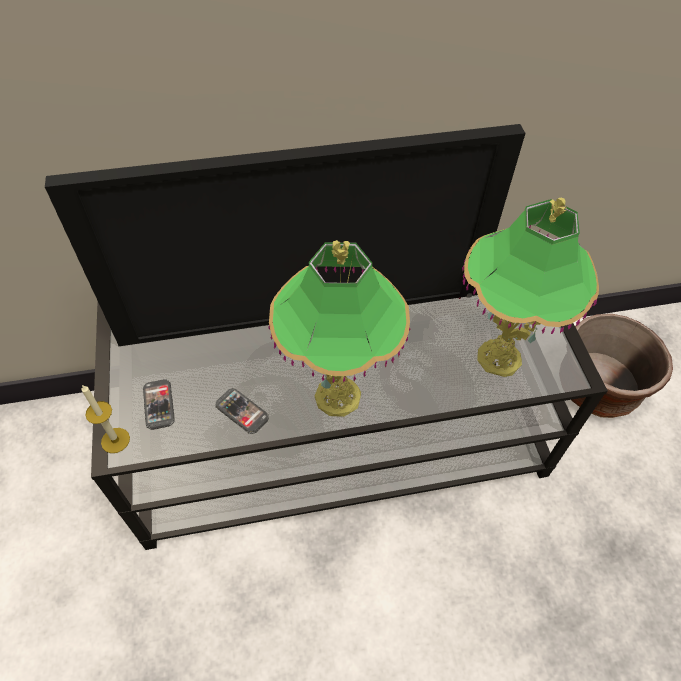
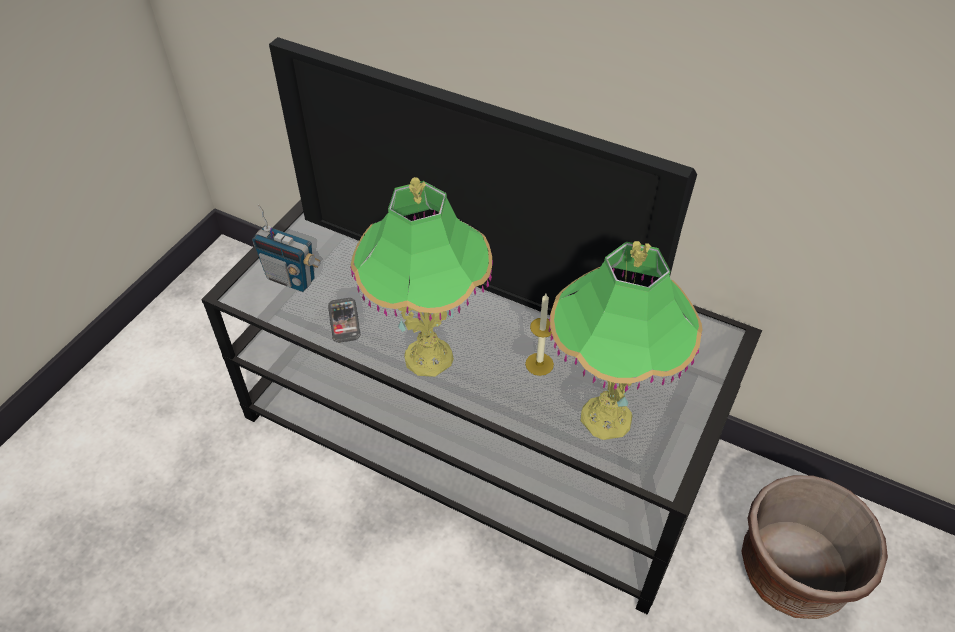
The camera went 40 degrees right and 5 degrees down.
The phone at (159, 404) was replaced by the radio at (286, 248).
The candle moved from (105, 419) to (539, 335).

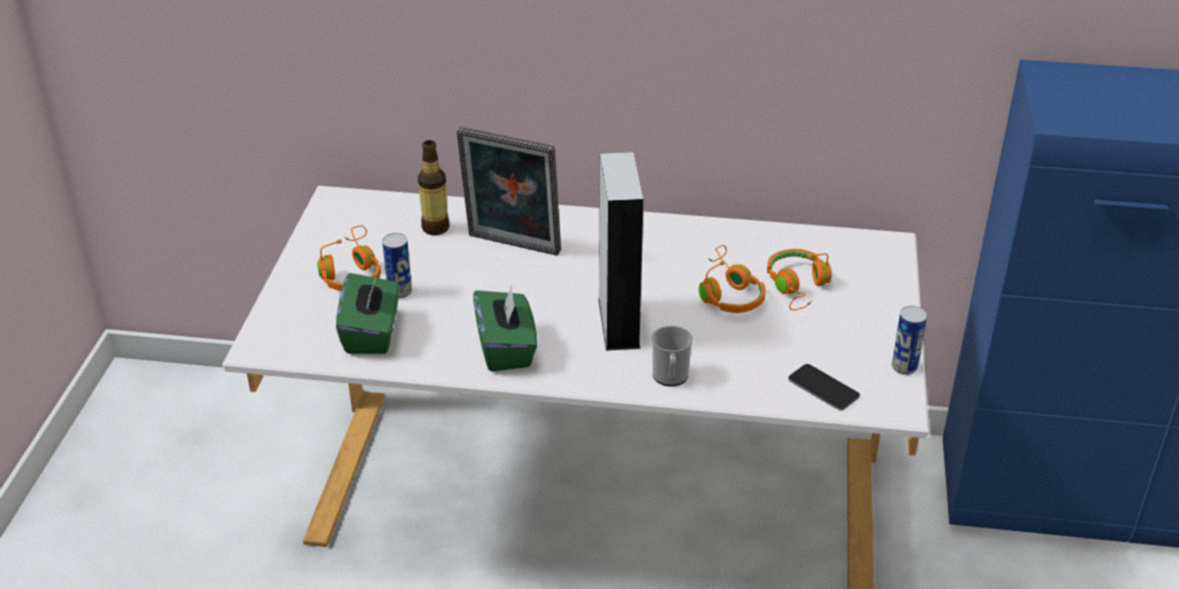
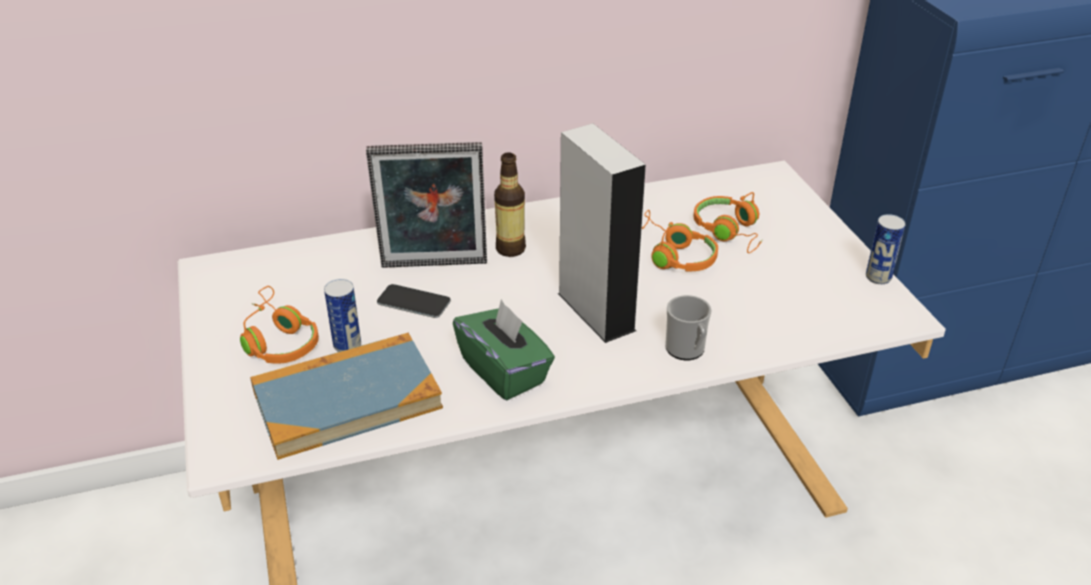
The camera went 25 degrees left and 0 degrees up.
The bottle moved from (434, 187) to (510, 204).
The tissue box (green) at (367, 313) was replaced by the book at (346, 396).
The phone moved from (824, 387) to (414, 301).

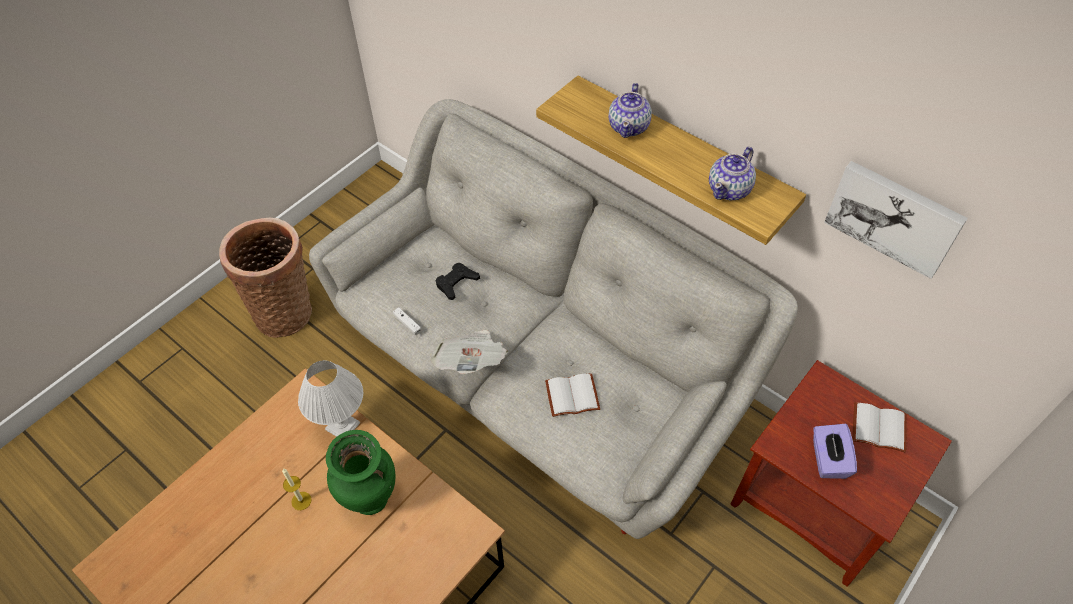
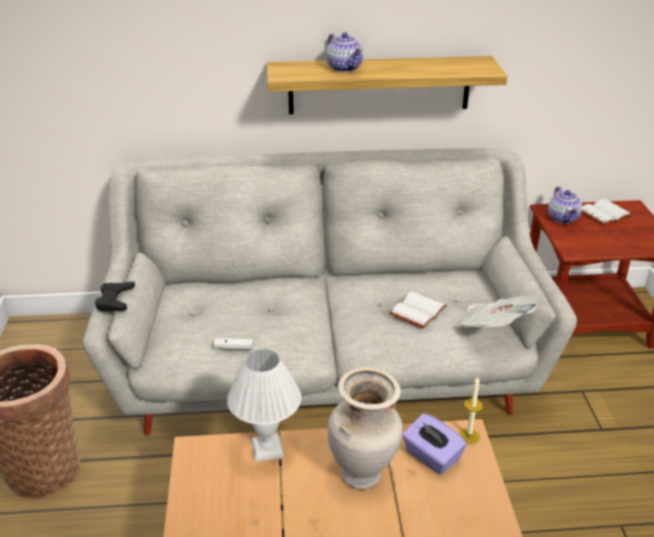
The camera went 45 degrees left and 20 degrees down.
The teapot moved from (732, 173) to (565, 205).
The picture at (896, 220) disappeared.
The game controller (black) moved from (458, 281) to (115, 296).
The newspaper moved from (469, 352) to (497, 311).
The tissue box (purple) moved from (835, 451) to (434, 444).
The vase (green) at (360, 472) became the vase (beige) at (365, 428).
The candle moved from (297, 489) to (471, 410).

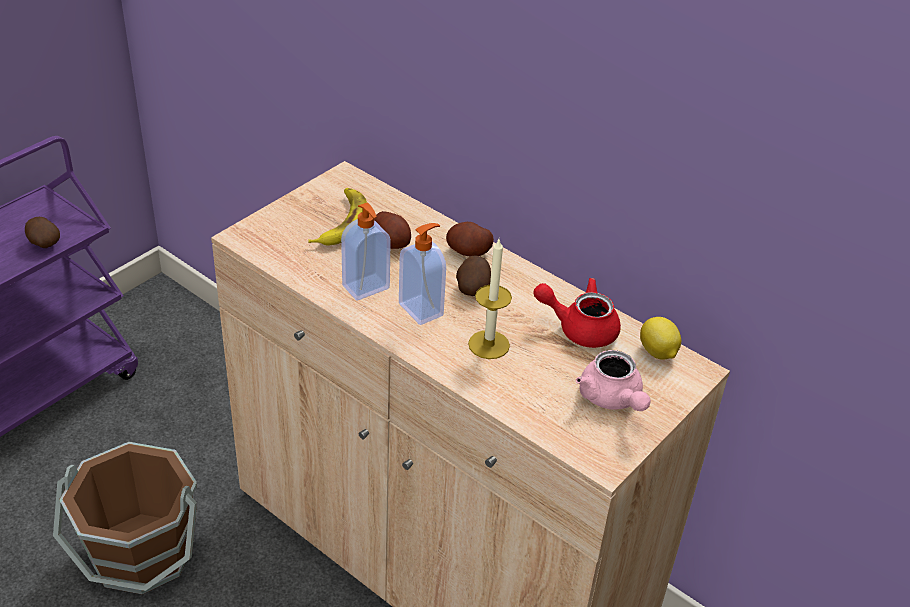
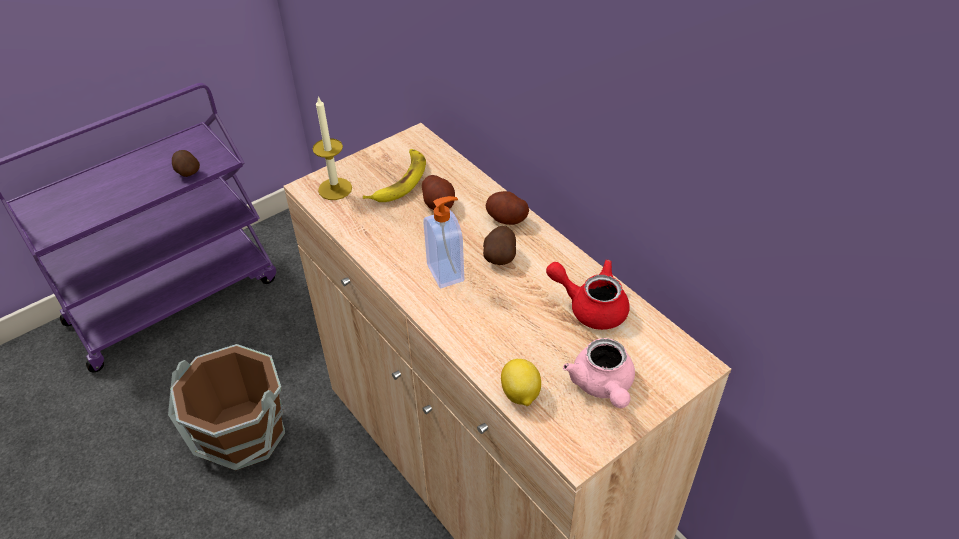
The camera went 15 degrees right and 5 degrees up.
The soap dispenser at (366, 251) disappeared.
The candle moved from (490, 299) to (332, 148).
The lemon moved from (660, 338) to (521, 382).

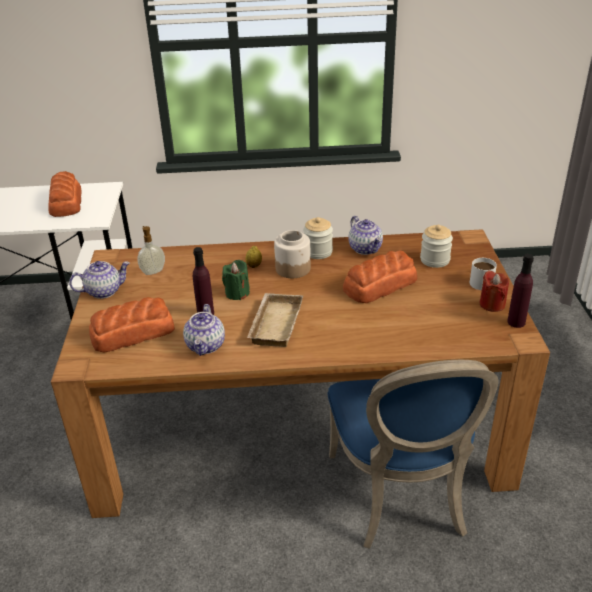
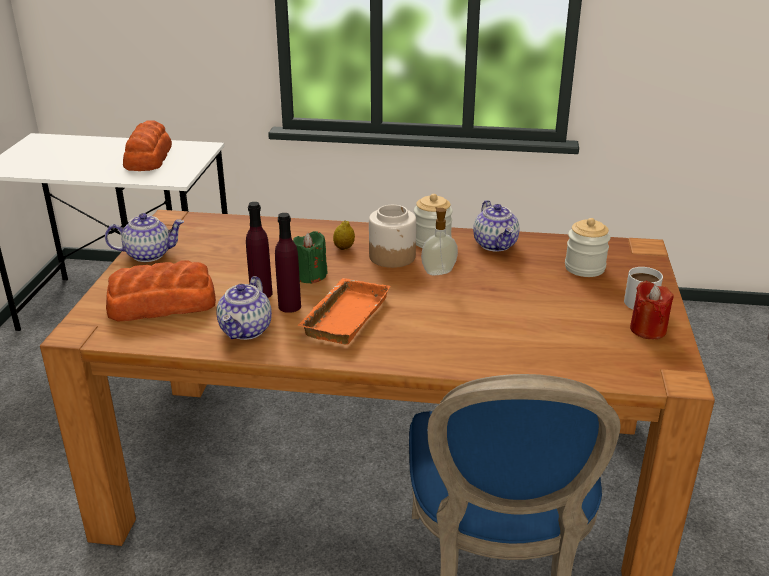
The camera went 10 degrees right and 5 degrees down.
The soap dispenser moved from (151, 250) to (439, 241).
The bread at (380, 276) disappeared.
The bottle (purple) moved from (520, 291) to (288, 263).
The tray (beige) at (275, 320) became the tray (orange) at (344, 311).

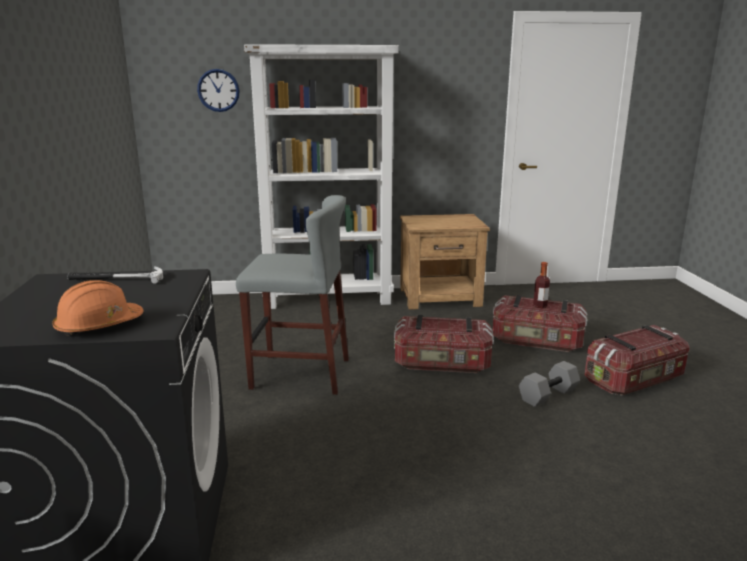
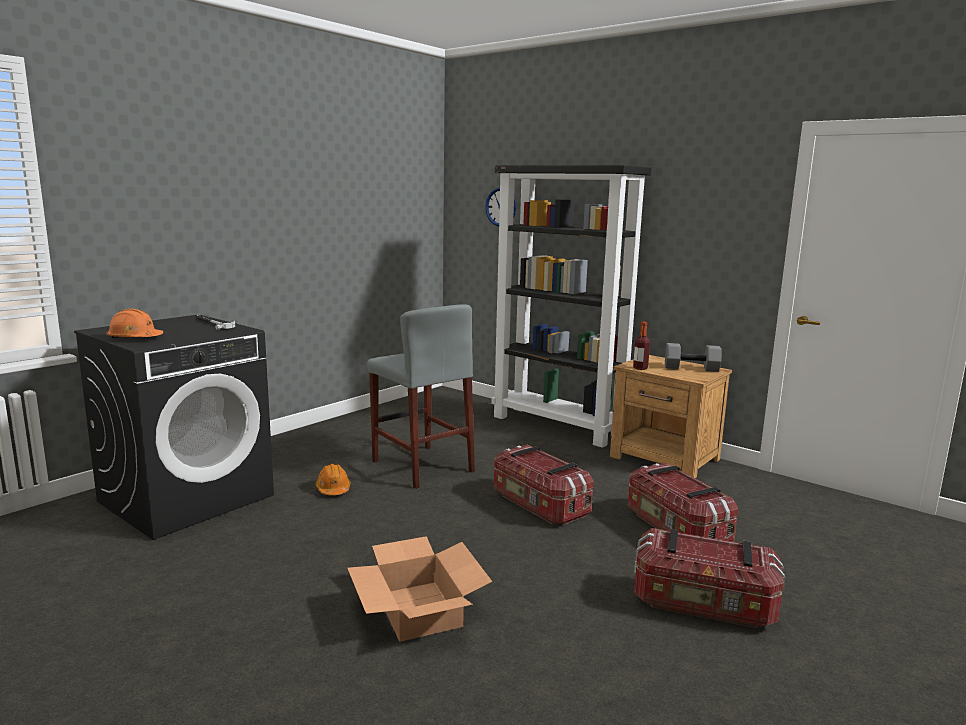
The camera went 45 degrees right and 5 degrees down.
The bookcase (white) at (321, 176) became the bookcase (black) at (571, 306).
The bottle moved from (541, 285) to (641, 346).
The dumbbell (grey) moved from (549, 384) to (693, 357).
The hard hat (orange) at (333, 479) appeared.
The cardboard box at (419, 589) appeared.

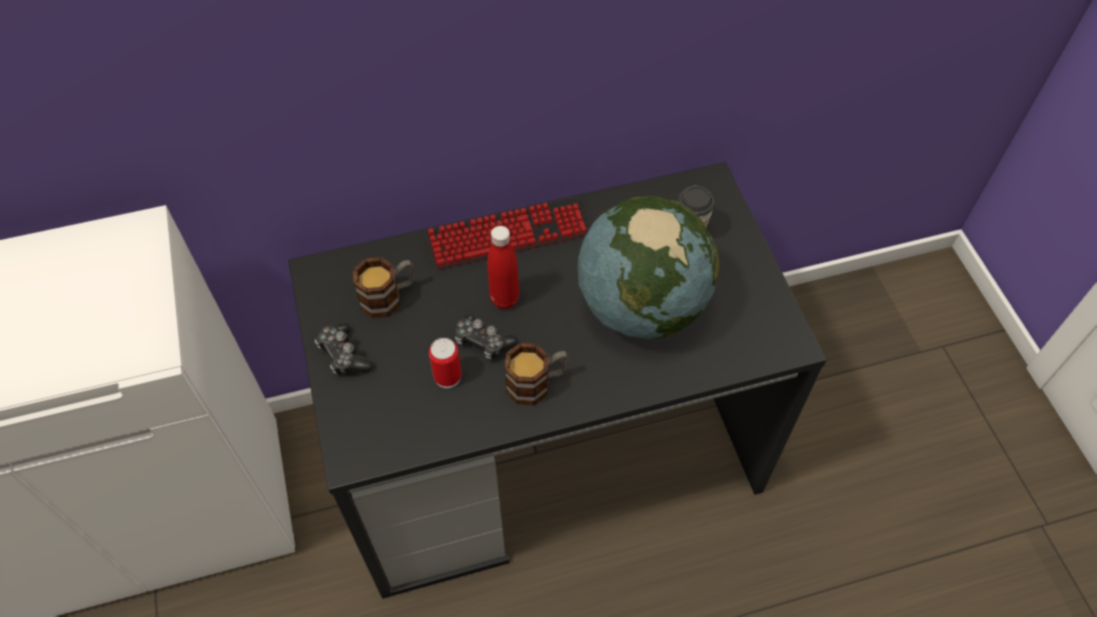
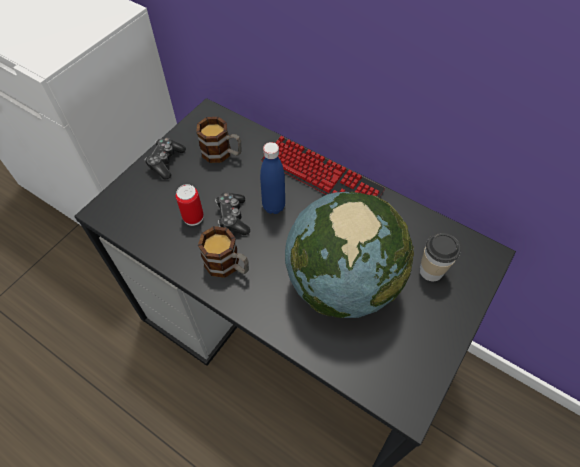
The camera went 50 degrees right and 0 degrees up.
The bottle (red) at (503, 267) became the bottle (blue) at (272, 178).

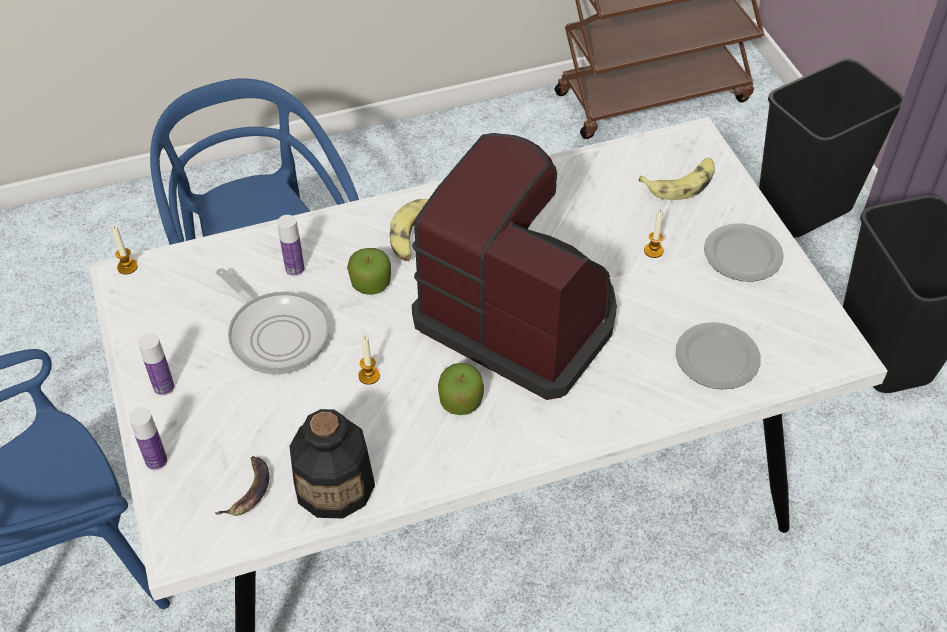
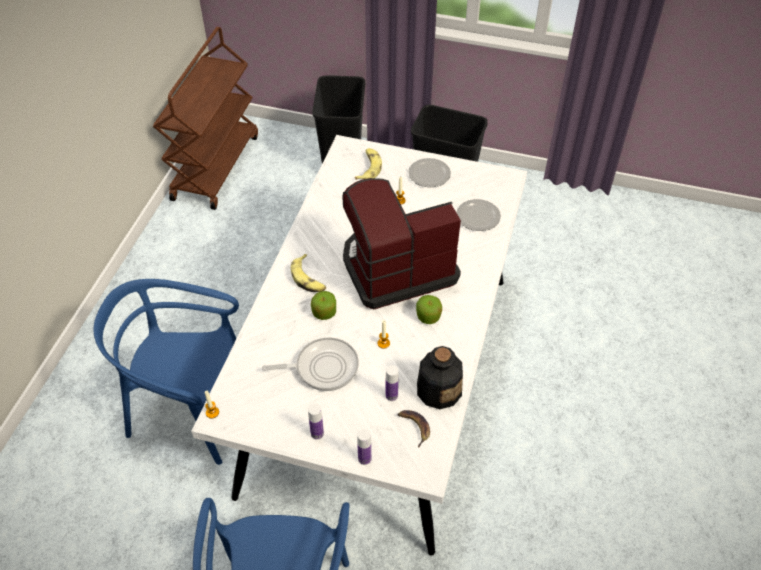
The camera went 55 degrees left and 0 degrees up.
The bottle moved from (291, 245) to (392, 383).

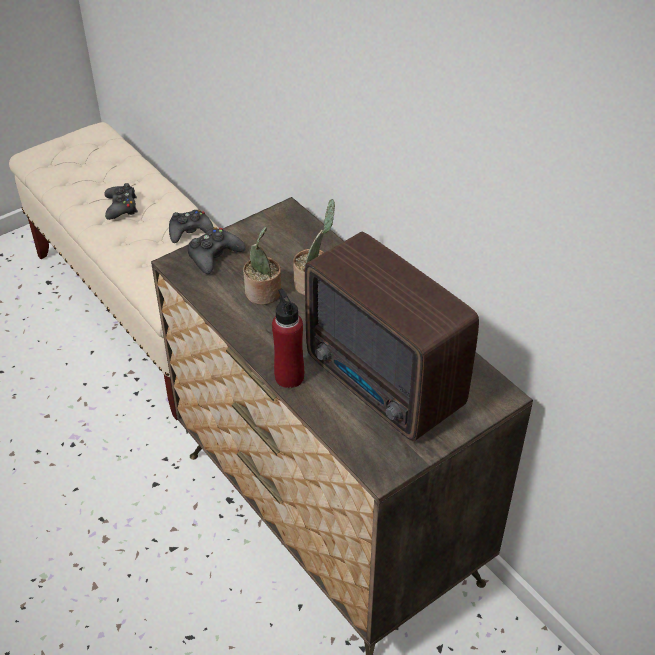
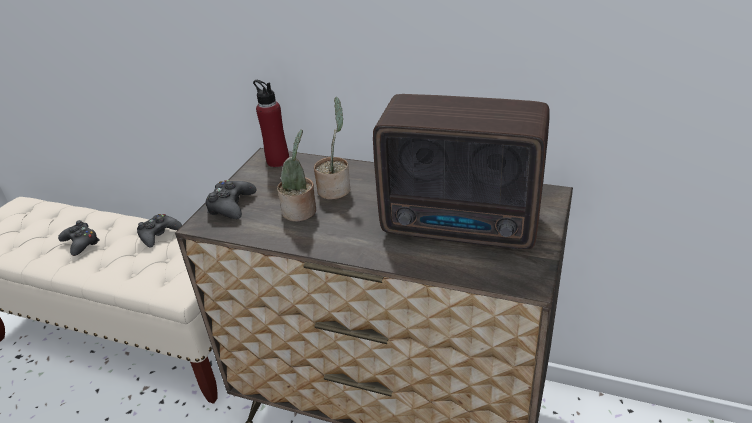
The camera went 30 degrees left and 10 degrees down.
The bottle (red) moved from (288, 338) to (271, 123).

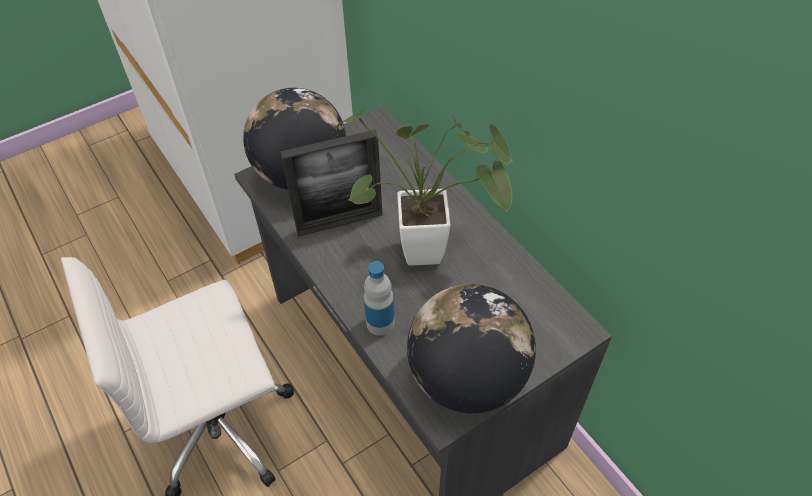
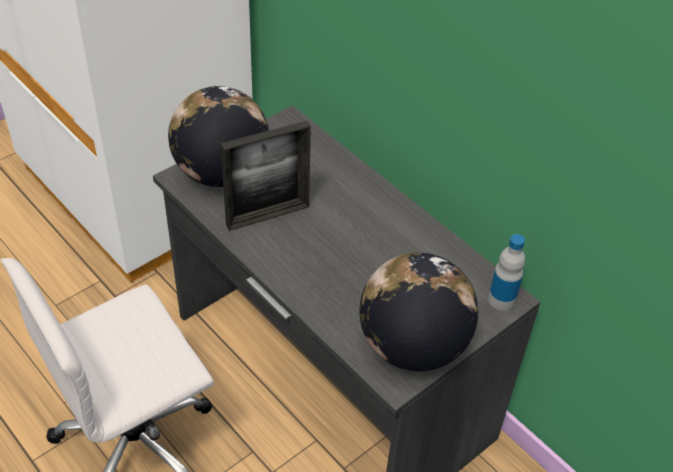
The camera went 10 degrees left and 5 degrees down.
The potted plant at (424, 187) disappeared.
The bottle moved from (379, 298) to (506, 272).

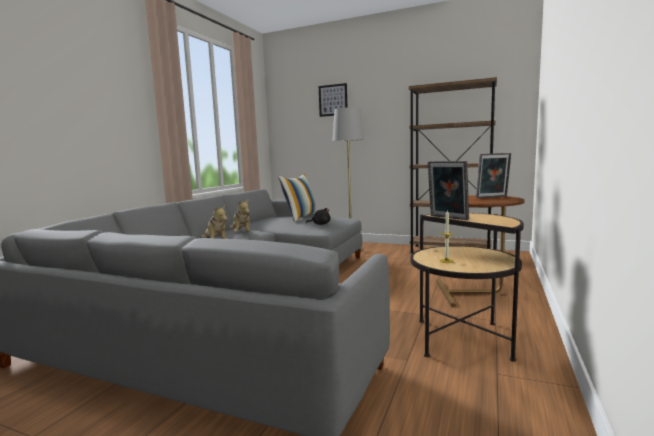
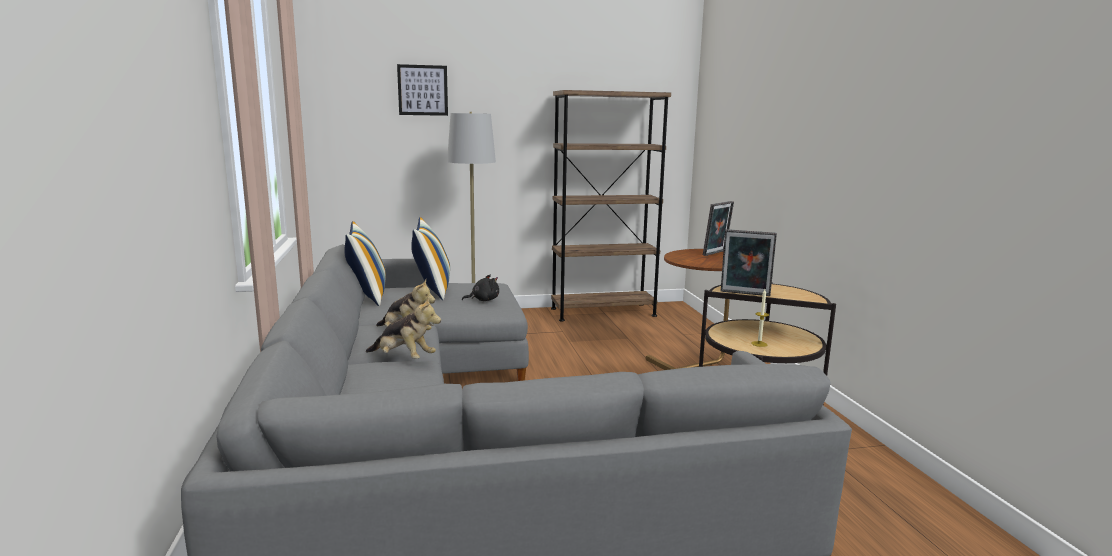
The camera went 35 degrees left and 5 degrees up.
The pillow at (365, 263) appeared.

